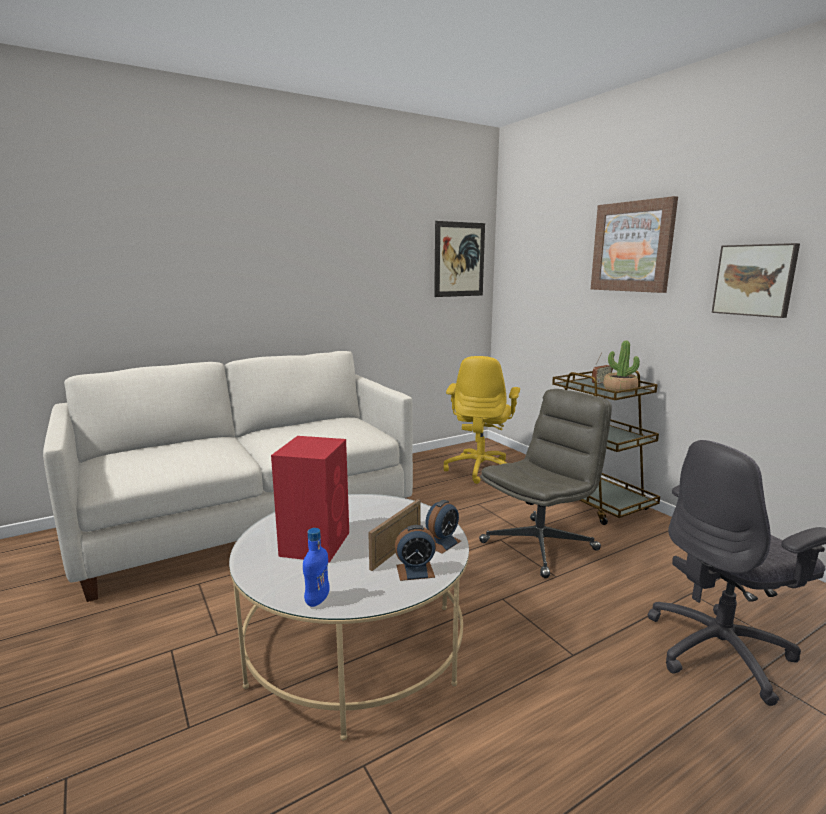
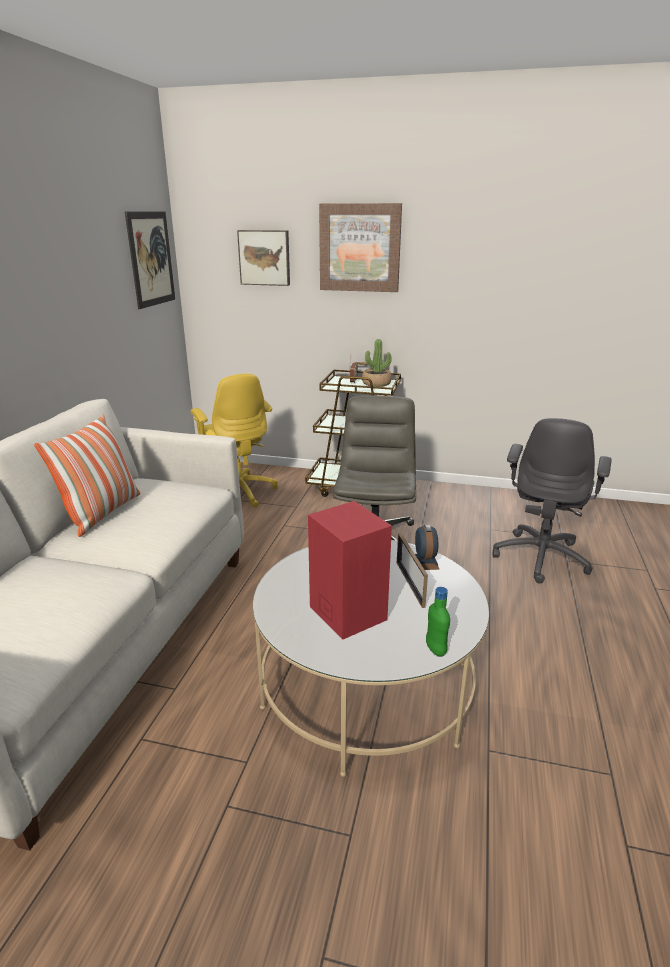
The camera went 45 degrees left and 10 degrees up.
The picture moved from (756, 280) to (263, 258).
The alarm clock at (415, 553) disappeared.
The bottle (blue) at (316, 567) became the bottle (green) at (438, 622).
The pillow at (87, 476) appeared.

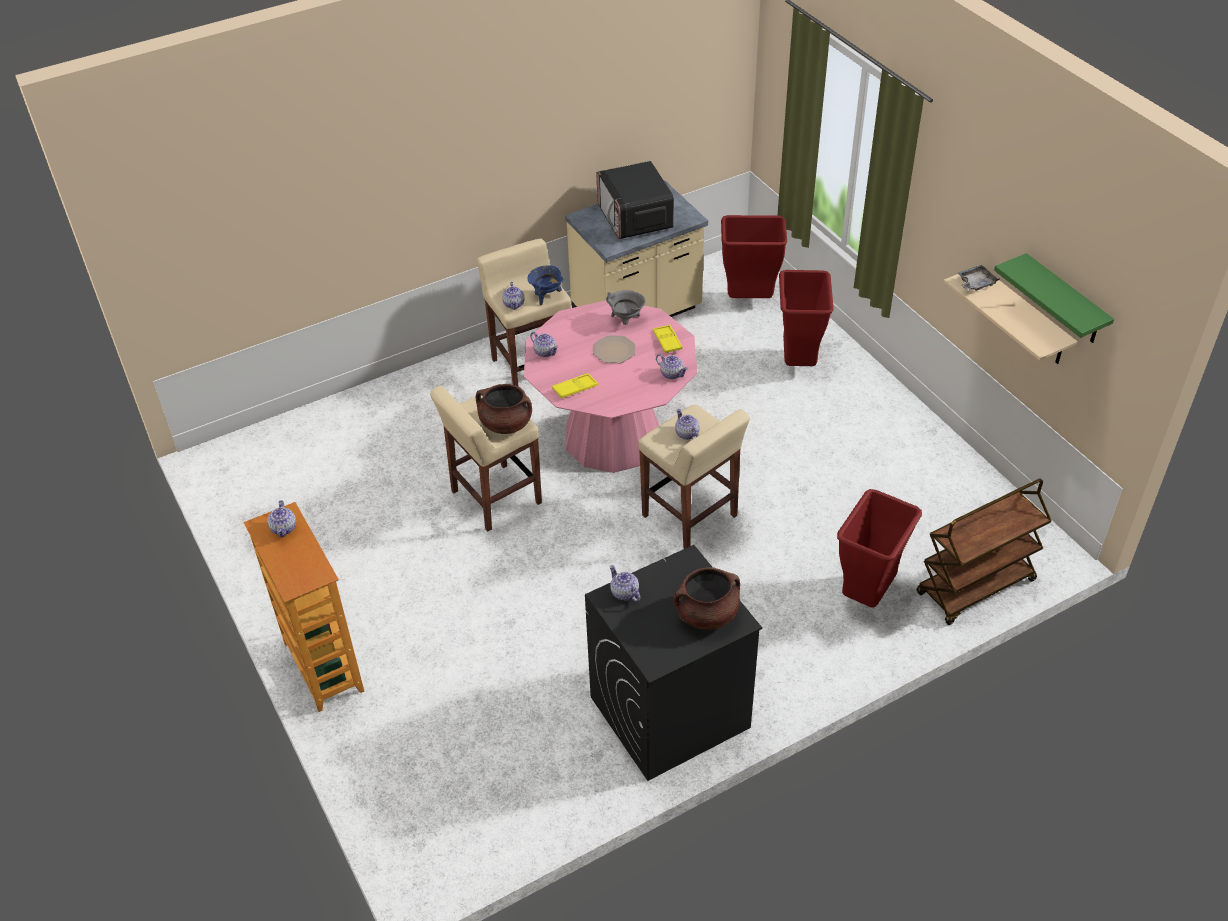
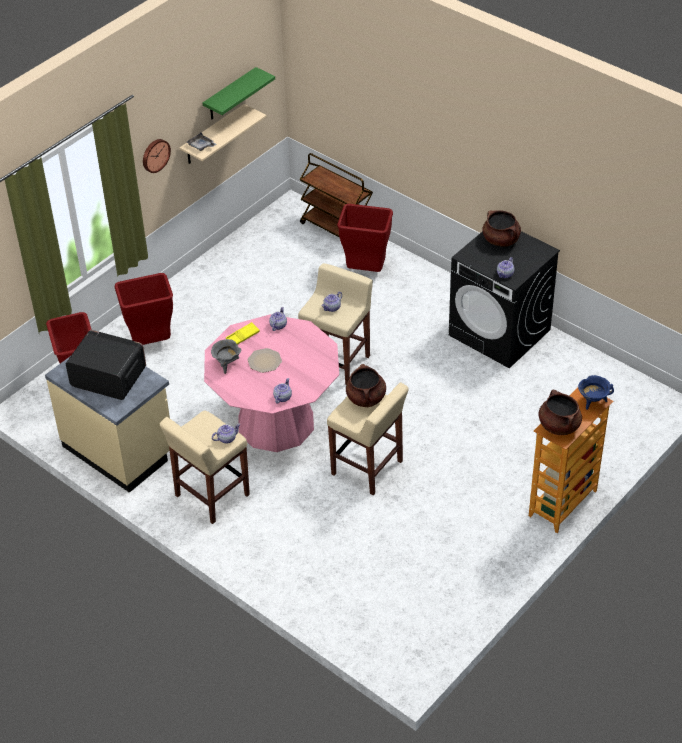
The camera went 110 degrees left and 0 degrees up.
The microwave at (635, 200) turned 120 degrees counterclockwise.
The cooking pot (blue) moved from (546, 285) to (596, 392).
The tray (yellow) at (575, 385) disappeared.
The teapot at (282, 518) was replaced by the cooking pot (brown) at (560, 412).
The wall clock at (157, 156) appeared.

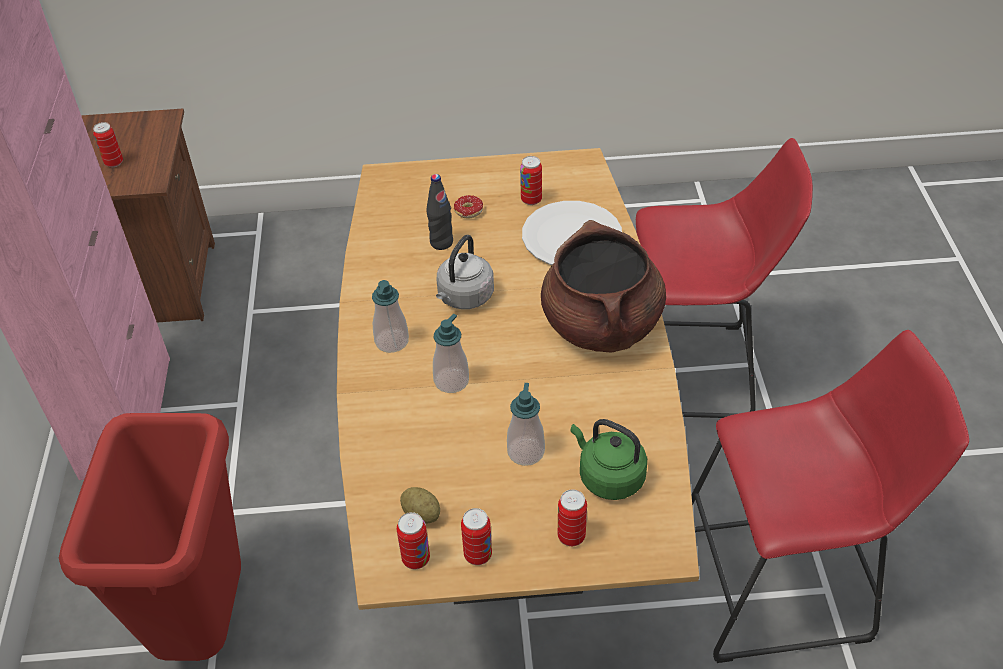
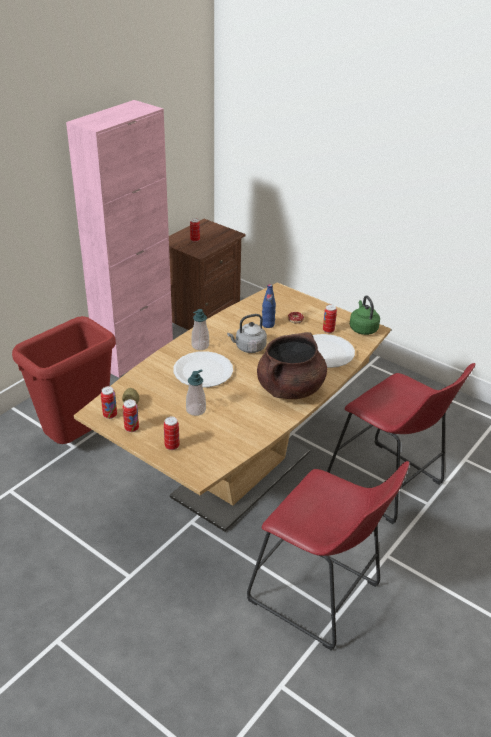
The camera went 40 degrees right and 10 degrees down.
The bottle (black) at (440, 212) became the bottle (blue) at (269, 306).
The soap dispenser at (451, 353) was replaced by the plate (white) at (203, 369).
The kettle (green) moved from (609, 459) to (365, 315).

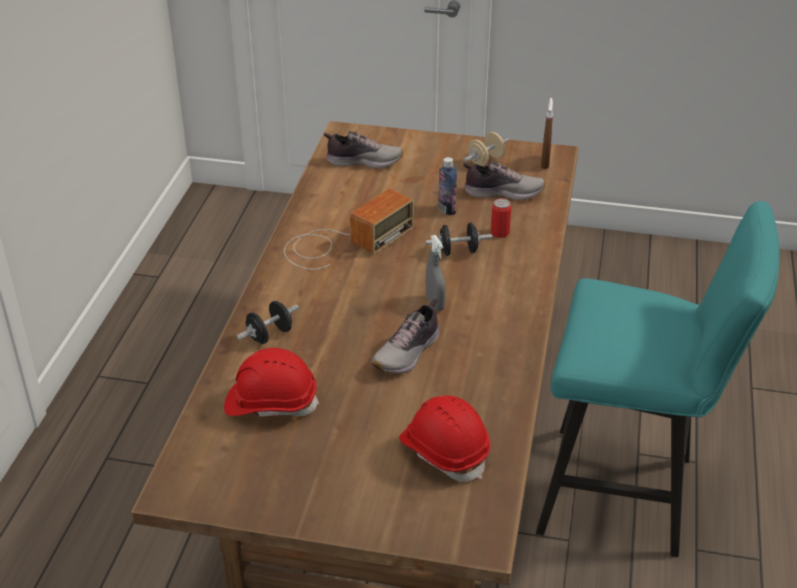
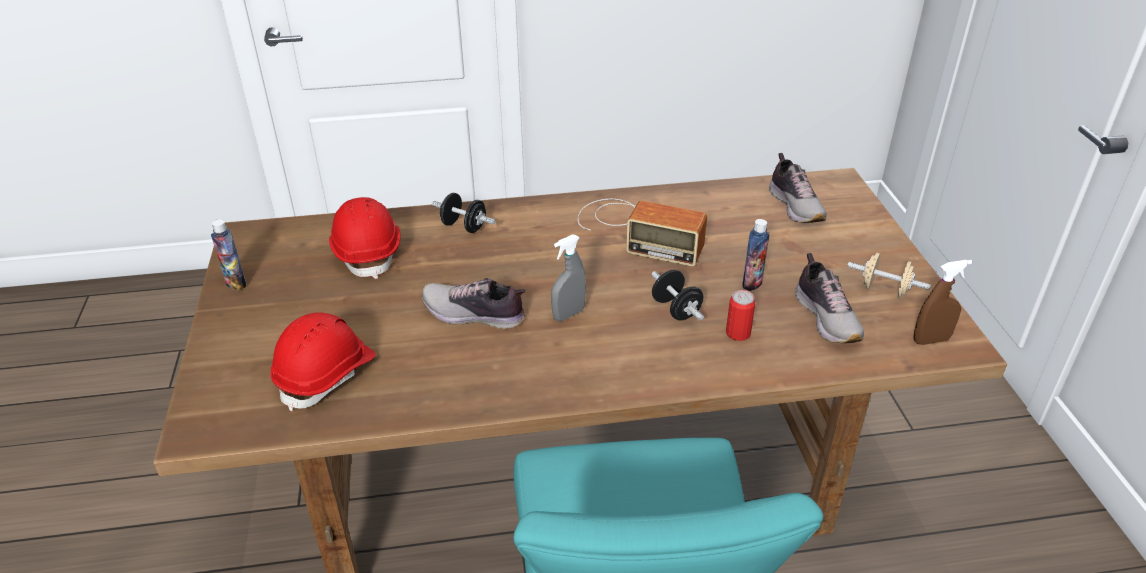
The camera went 70 degrees right and 0 degrees up.
The bottle at (228, 255) appeared.

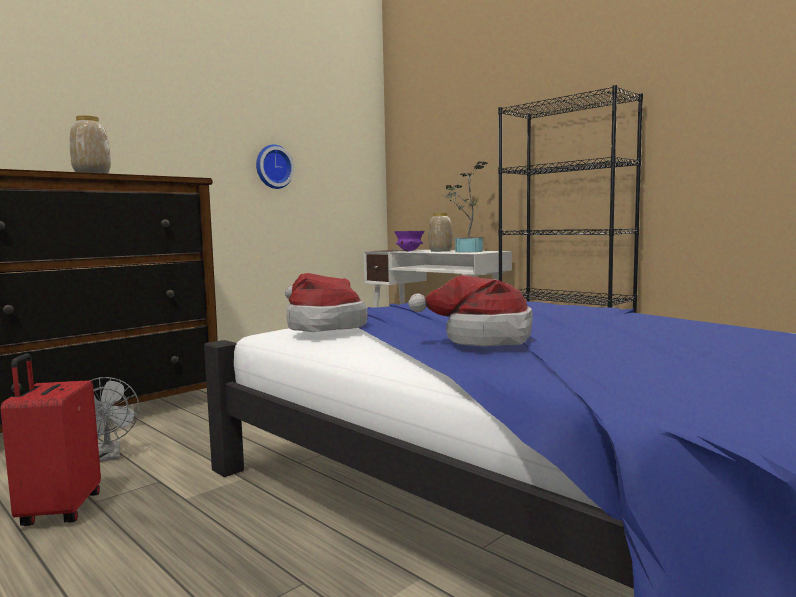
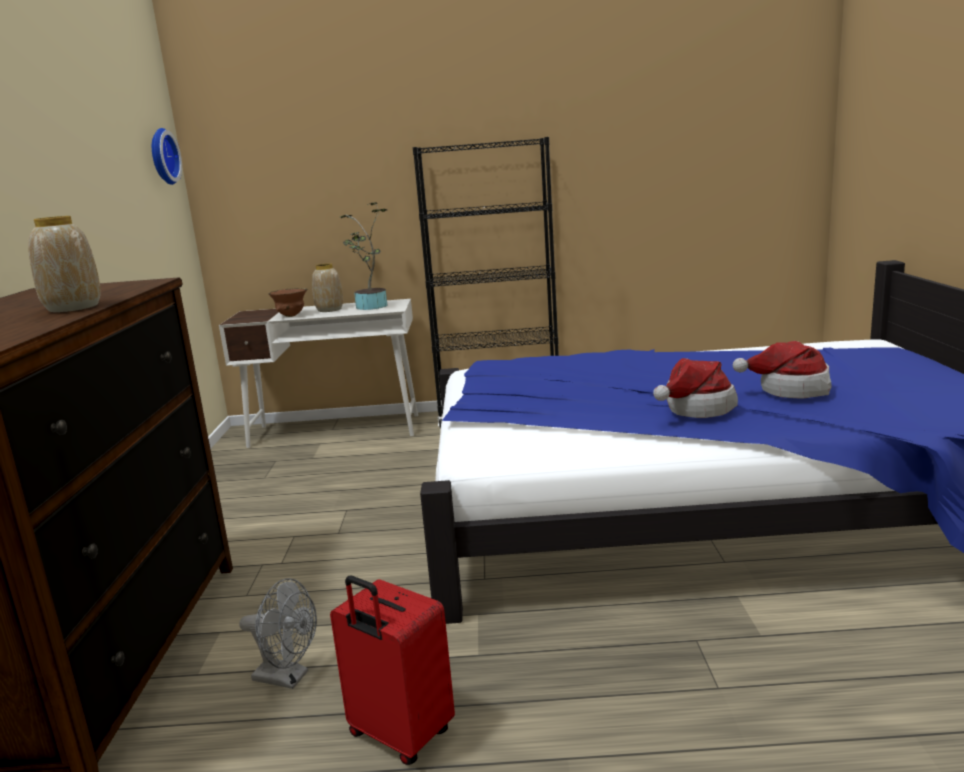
The camera went 45 degrees left and 10 degrees up.
The wall clock moved from (275, 166) to (167, 156).
The bowl (purple) at (409, 241) became the bowl (brown) at (287, 302).
The hat moved from (326, 302) to (782, 369).

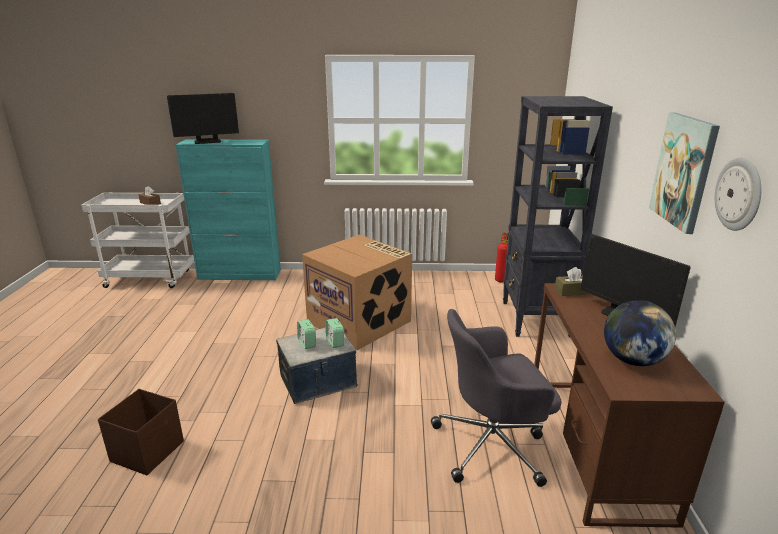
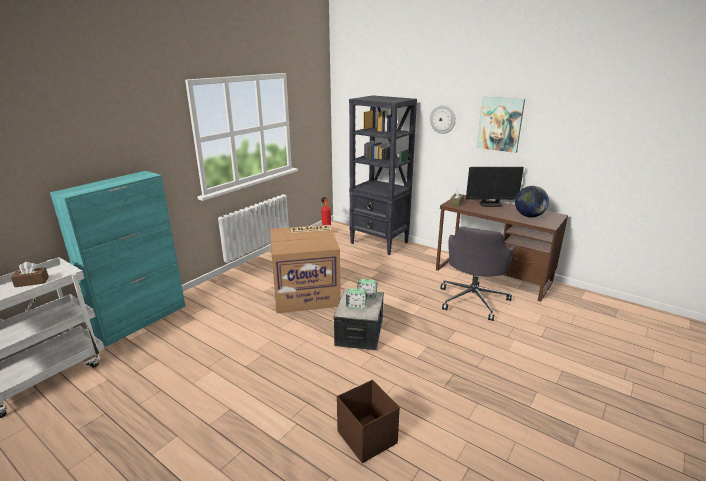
The camera went 55 degrees left and 0 degrees up.
The monitor at (203, 118) disappeared.
The wall clock moved from (738, 194) to (443, 119).

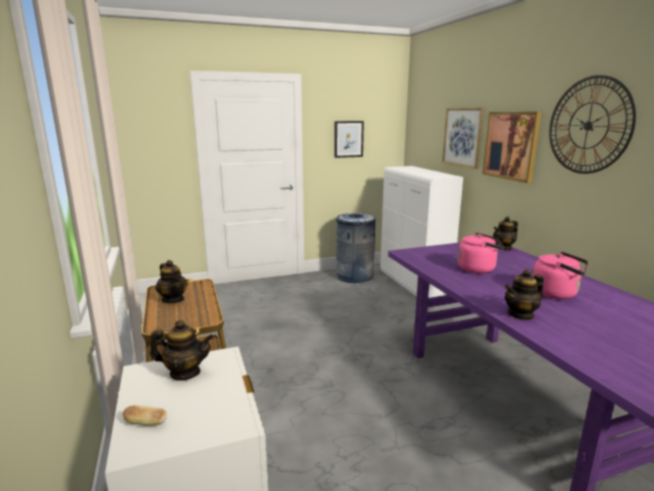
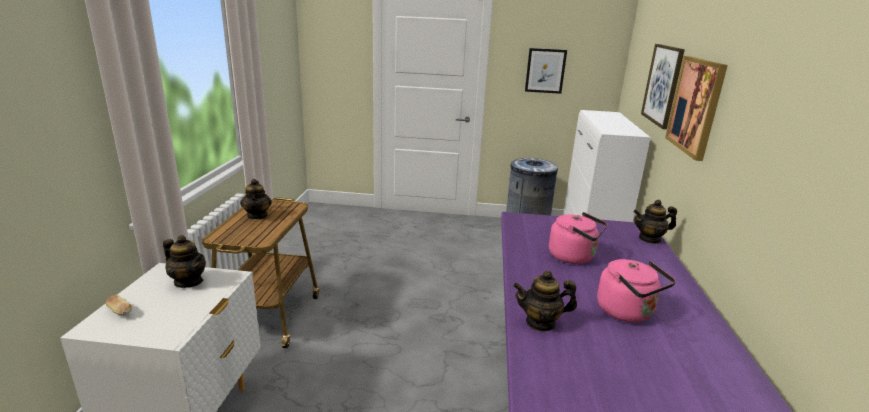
The camera went 25 degrees right and 5 degrees up.
The wall clock at (592, 124) disappeared.

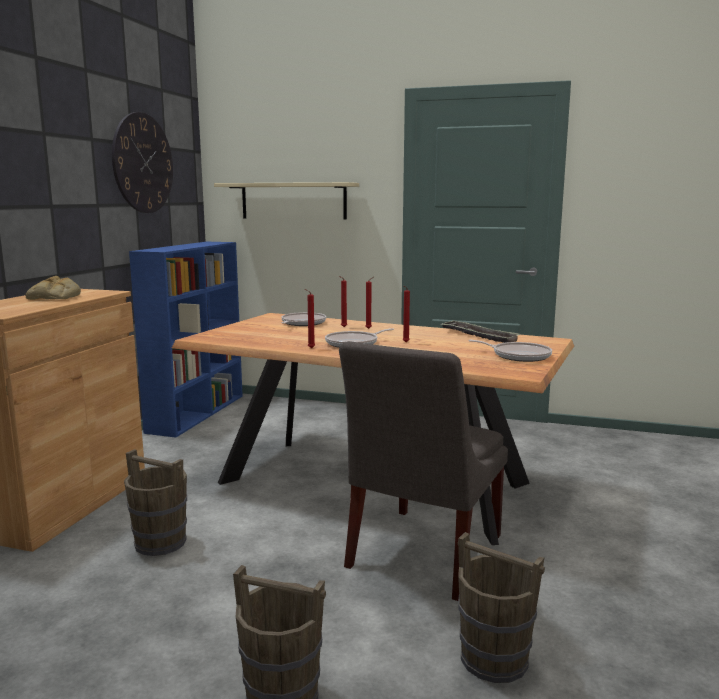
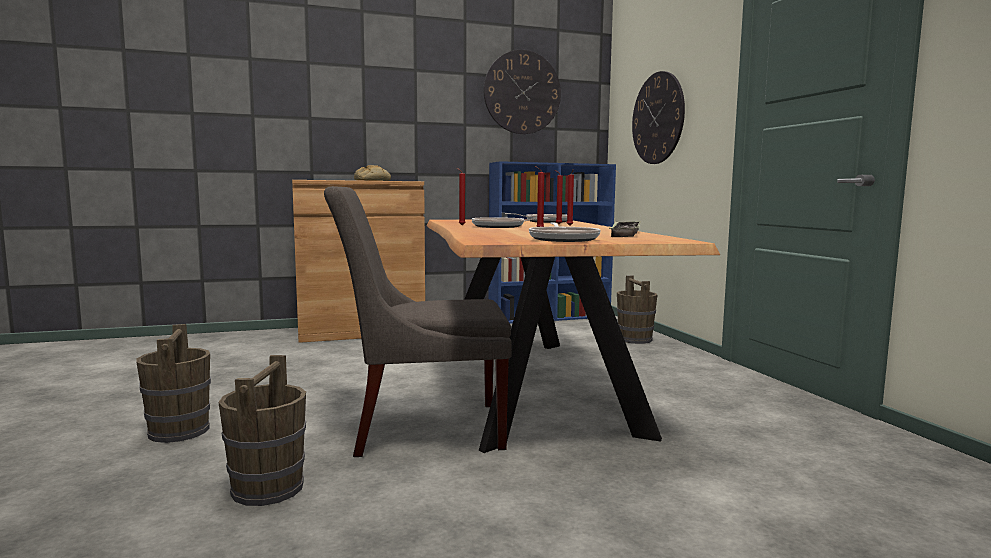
The camera went 55 degrees right and 5 degrees down.
The shelf (beige) at (286, 201) was replaced by the wall clock at (658, 117).
The bucket (brown) moved from (155, 502) to (637, 310).

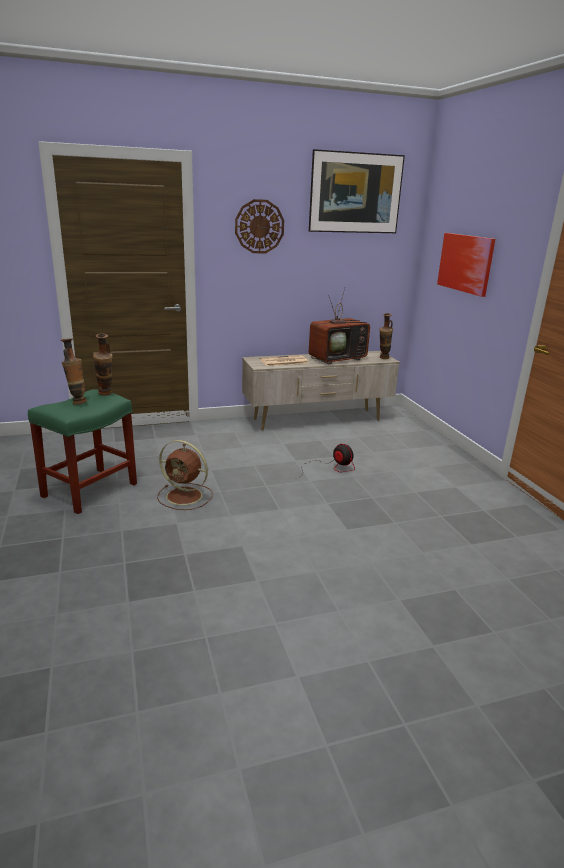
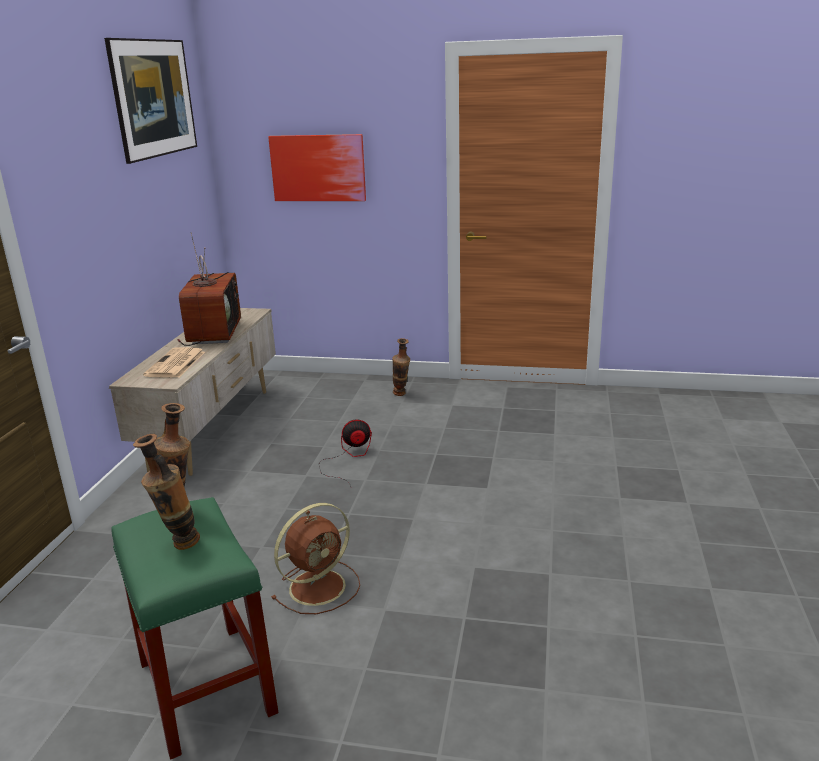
The camera went 60 degrees left and 0 degrees up.
The wall clock at (259, 226) disappeared.
The vase moved from (386, 336) to (401, 367).

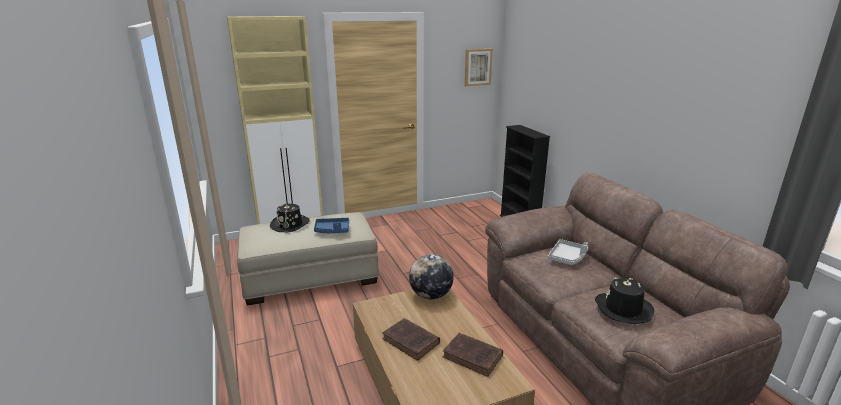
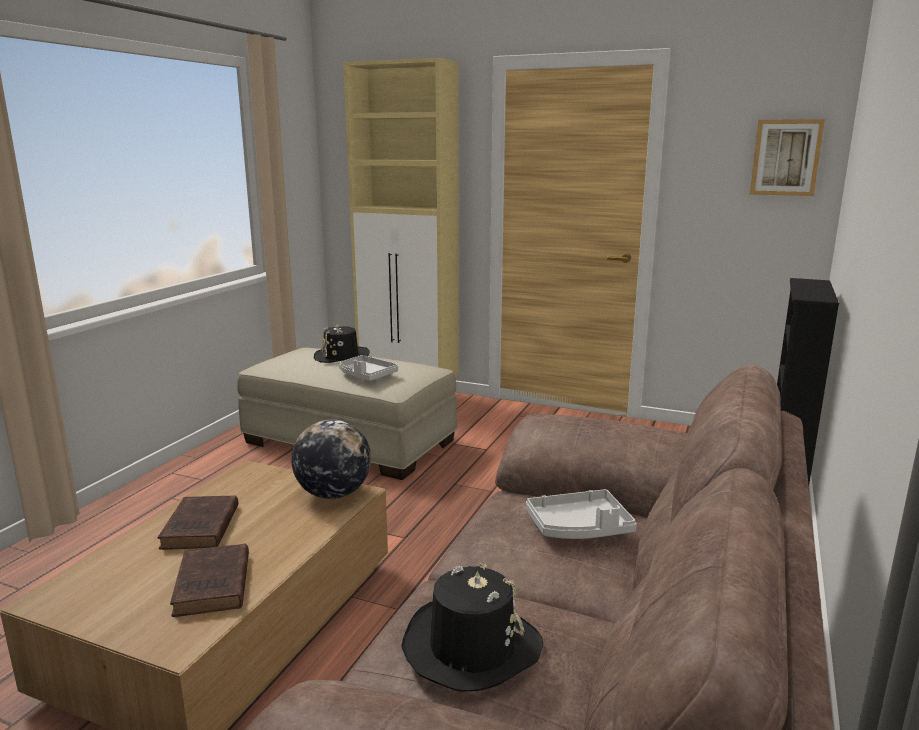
The camera went 45 degrees right and 5 degrees down.
The tray (blue) at (331, 225) became the tray (grey) at (368, 368).

